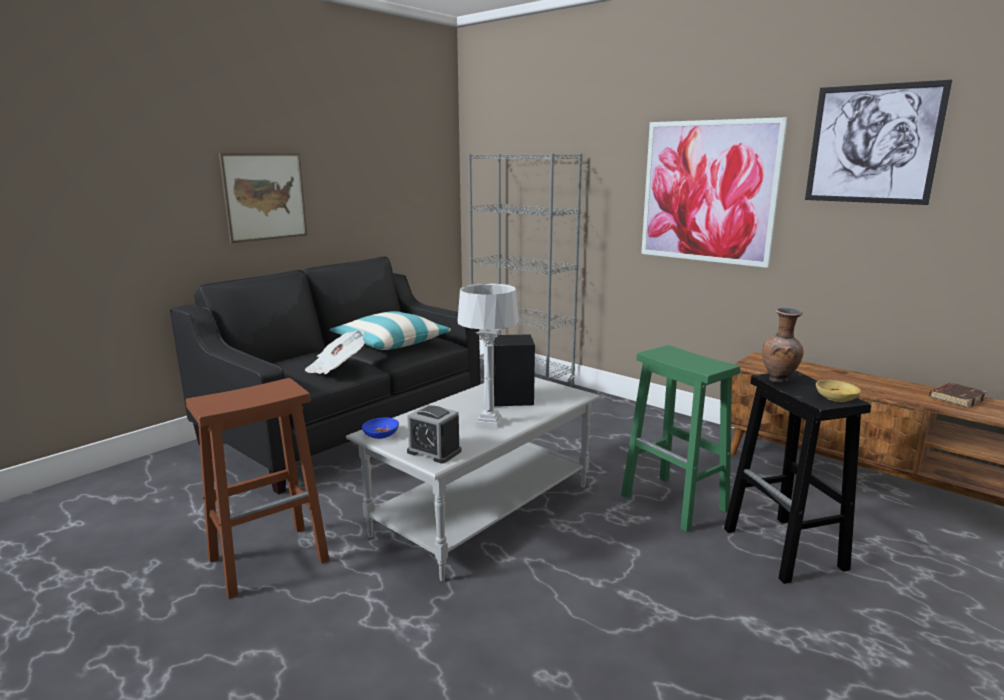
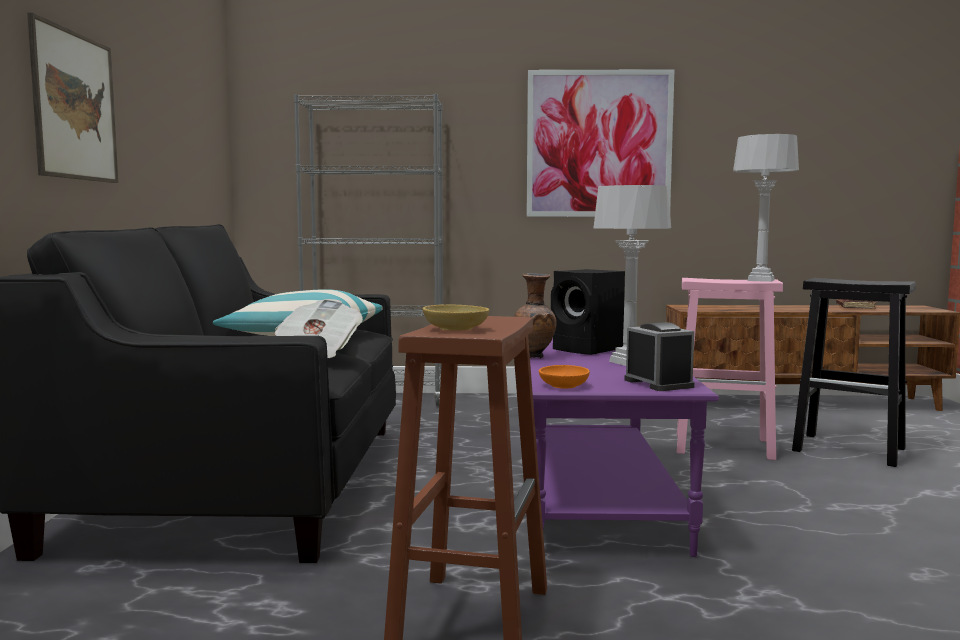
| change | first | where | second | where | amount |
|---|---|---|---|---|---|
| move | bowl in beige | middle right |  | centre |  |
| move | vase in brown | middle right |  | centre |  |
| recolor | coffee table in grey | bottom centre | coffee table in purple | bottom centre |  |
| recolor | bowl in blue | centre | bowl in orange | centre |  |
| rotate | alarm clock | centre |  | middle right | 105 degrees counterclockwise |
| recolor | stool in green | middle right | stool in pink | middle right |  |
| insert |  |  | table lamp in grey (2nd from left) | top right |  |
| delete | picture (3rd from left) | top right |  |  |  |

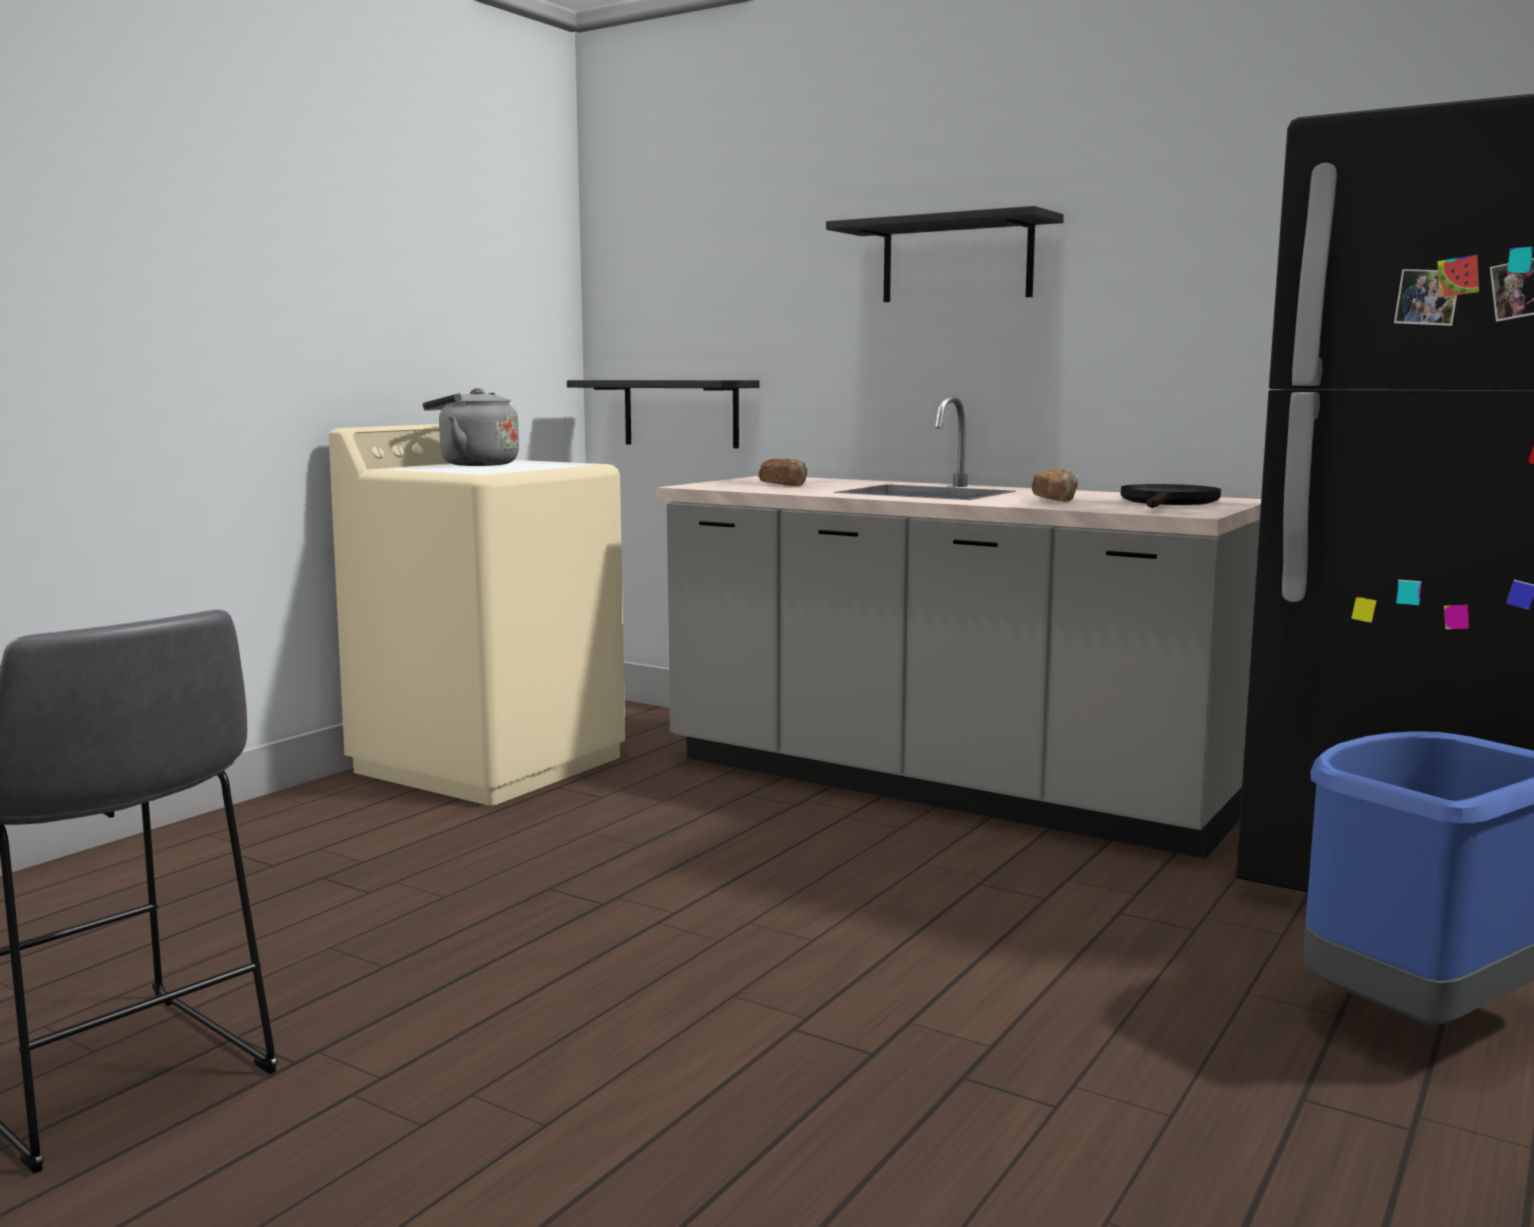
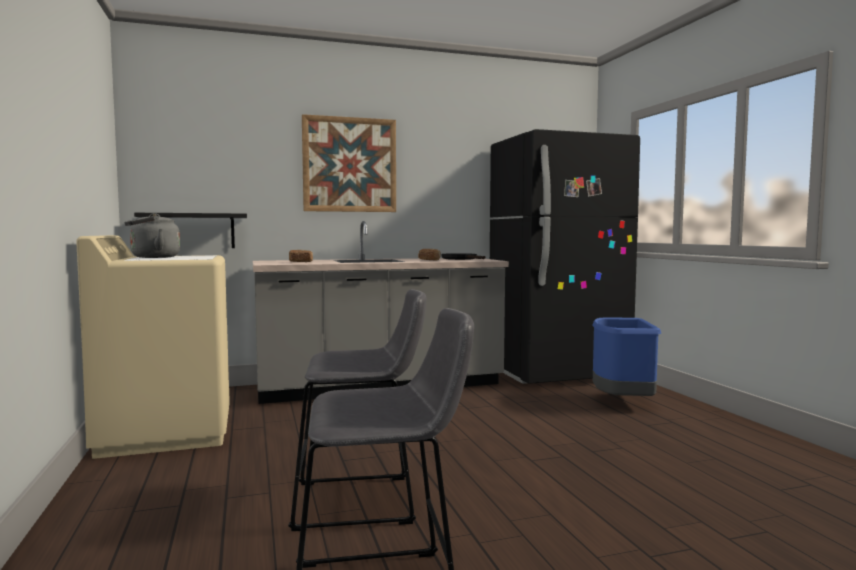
| change | first | where | second | where | amount |
|---|---|---|---|---|---|
| insert |  |  | stool in grey (1st from left) | bottom centre |  |
| replace | shelf in black (2nd from left) | top centre | picture | top centre |  |

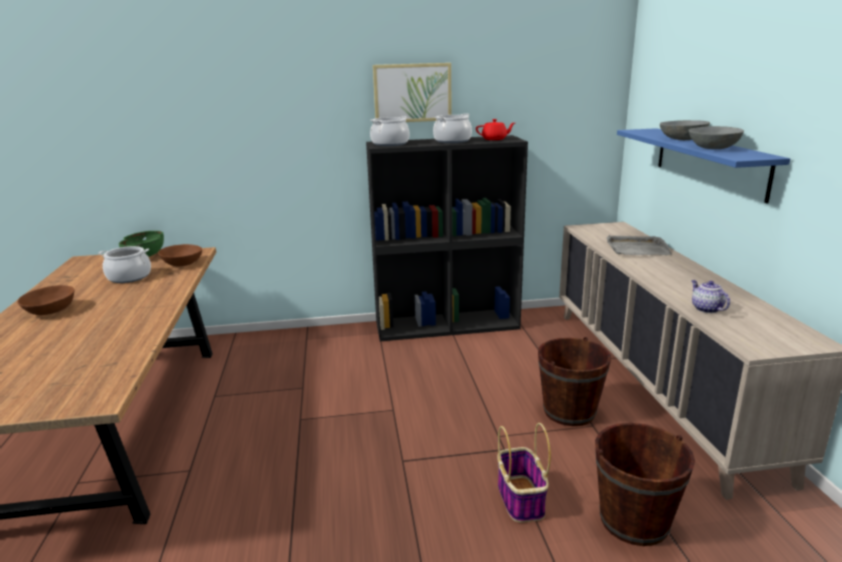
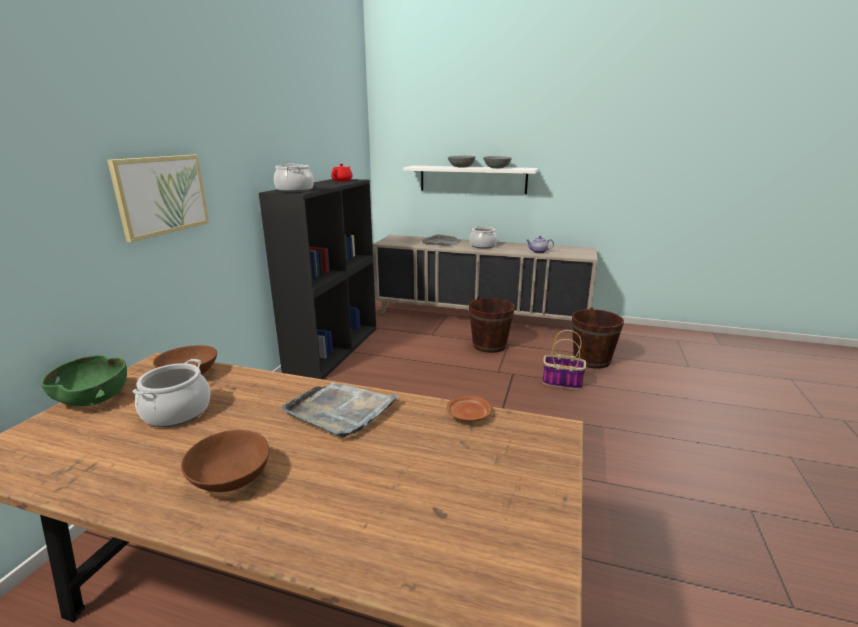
| change | first | where | second | where | amount |
|---|---|---|---|---|---|
| move | picture | top centre |  | top left |  |
| insert |  |  | tray in grey (1st from left) | centre |  |
| recolor | shelf in blue | top right | shelf in white | top centre |  |
| insert |  |  | plate in brown | centre |  |
| move | cooking pot (3rd from left) | top centre |  | centre |  |

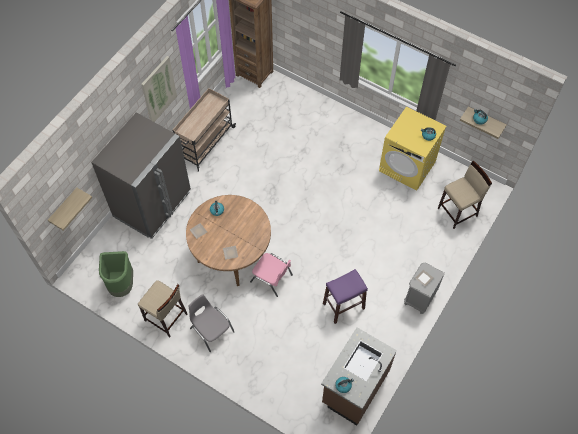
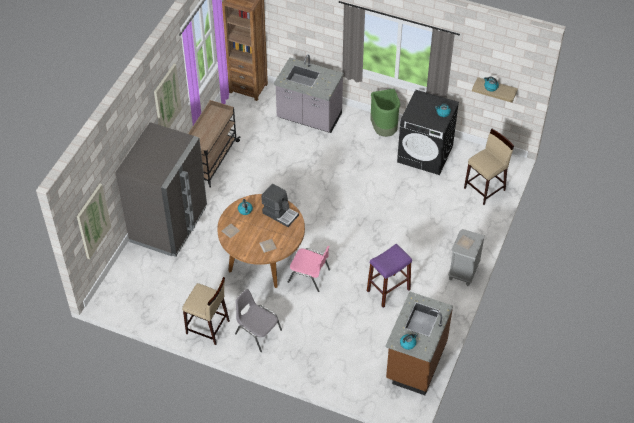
| change | first | where | second | where | amount |
|---|---|---|---|---|---|
| replace | shelf (1st from left) | middle left | picture (1st from left) | middle left |  |
| insert |  |  | coffee machine | centre |  |
| insert |  |  | counter in grey | top centre |  |
| move | trash can in green | middle left |  | top centre |  |
| recolor | washing machine in yellow | middle right | washing machine in black | top right |  |

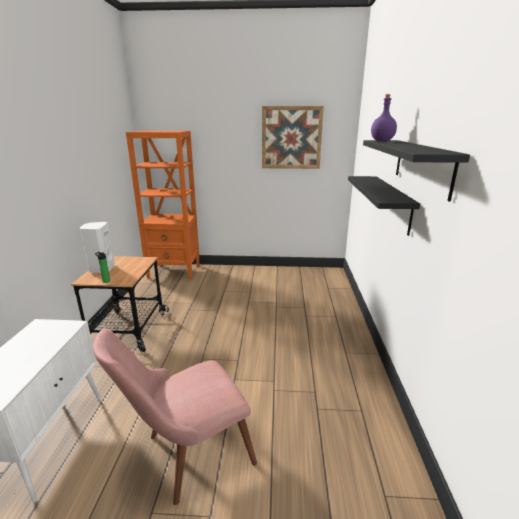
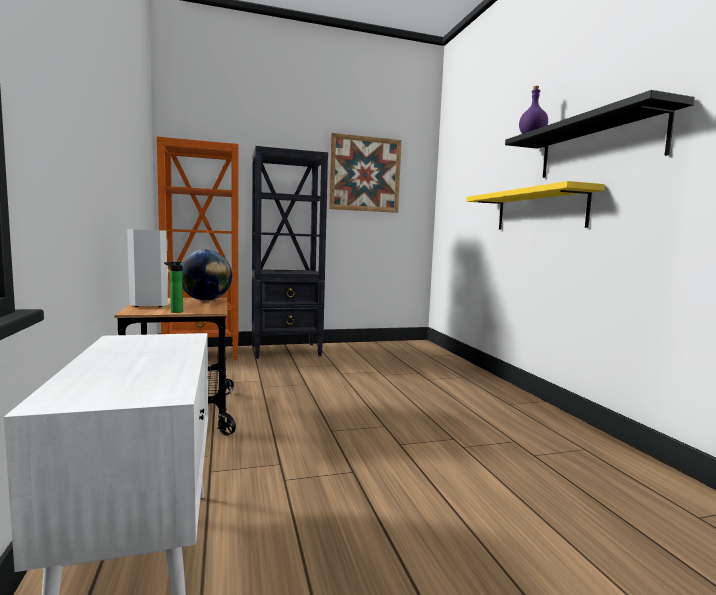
| change | first | where | second | where | amount |
|---|---|---|---|---|---|
| insert |  |  | globe | middle left |  |
| insert |  |  | bookcase in black | centre |  |
| recolor | shelf in black (1st from left) | middle right | shelf in yellow | middle right |  |
| delete | chair in pink | bottom centre |  |  |  |

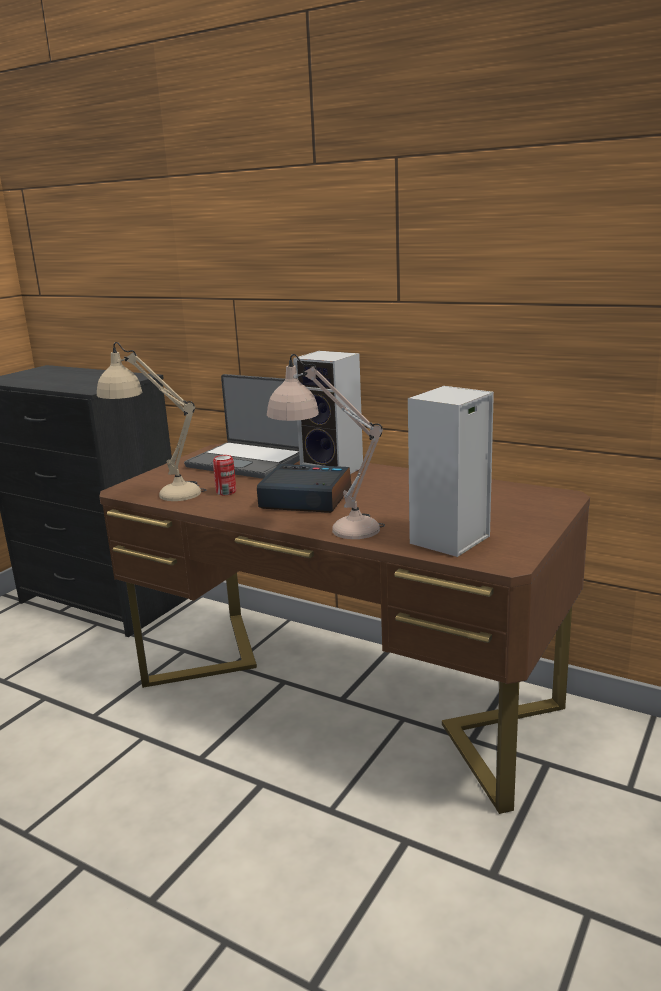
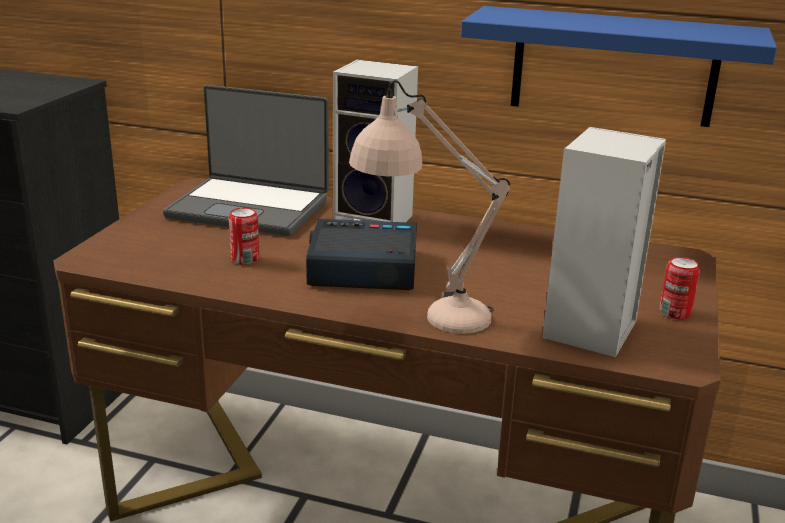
| change | first | where | second | where | amount |
|---|---|---|---|---|---|
| insert |  |  | shelf in blue | top right |  |
| insert |  |  | can (2nd from left) | middle right |  |
| delete | table lamp in beige (1st from left) | middle left |  |  |  |

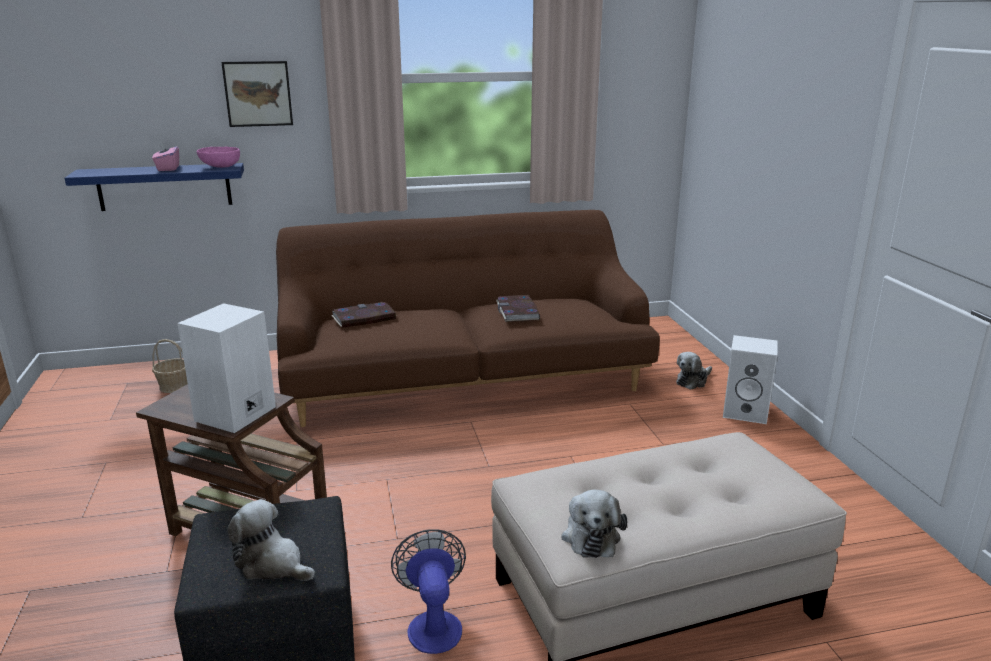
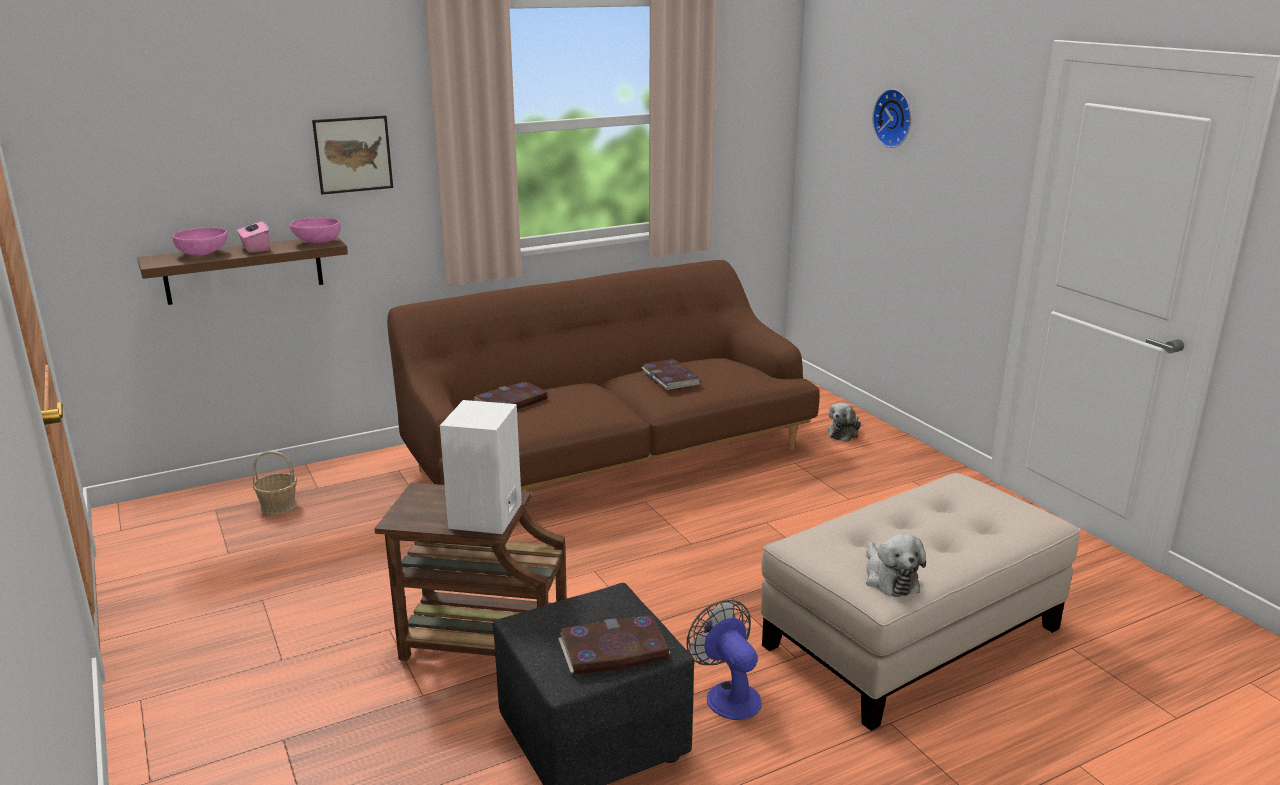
| change | first | where | second | where | amount |
|---|---|---|---|---|---|
| recolor | shelf in blue | top left | shelf in brown | middle left |  |
| insert |  |  | bowl in pink (1st from left) | top left |  |
| replace | plush toy (1st from left) | bottom left | book (2nd from left) | bottom centre |  |
| insert |  |  | wall clock | top right |  |
| delete | speaker in white (2nd from left) | middle right |  |  |  |

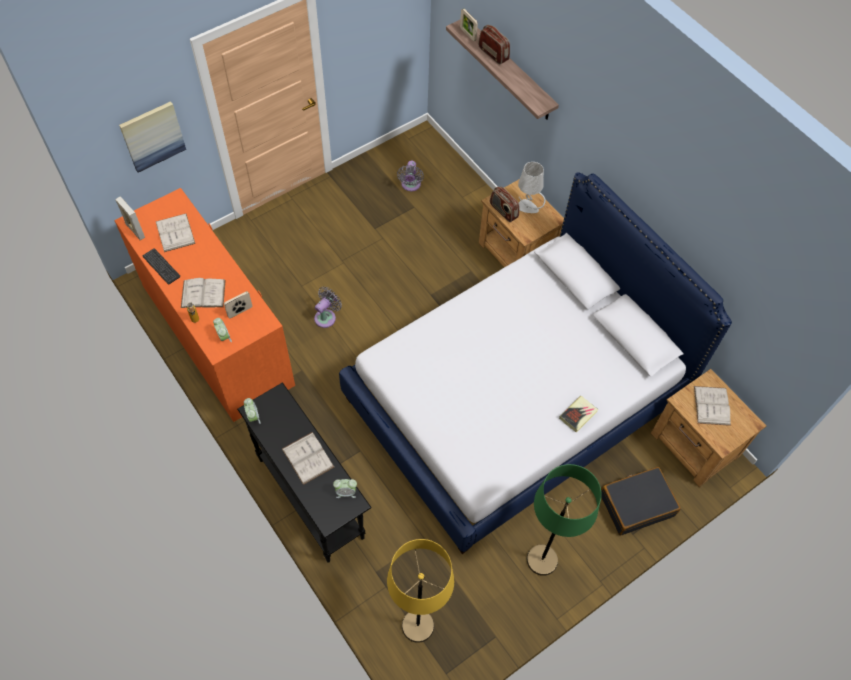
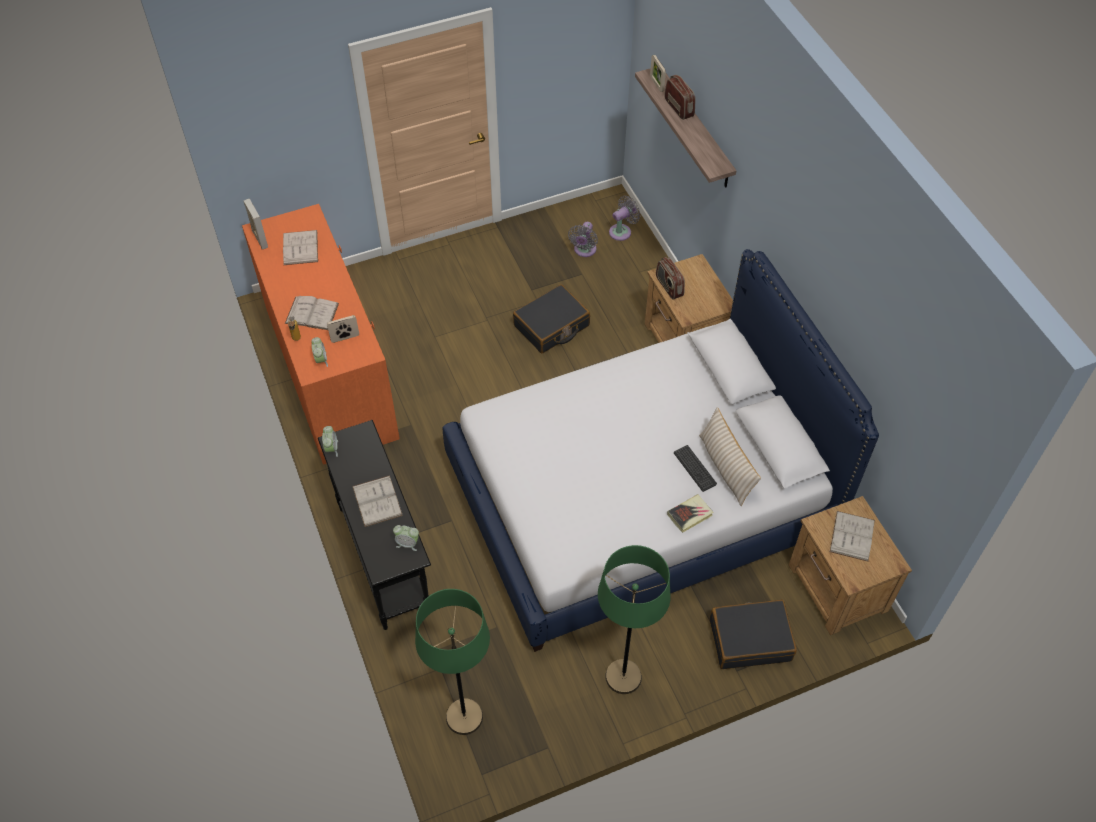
| change | first | where | second | where | amount |
|---|---|---|---|---|---|
| recolor | floor lamp in yellow | bottom centre | floor lamp in green (1st from left) | bottom centre |  |
| insert |  |  | suitcase in black (1st from left) | centre |  |
| move | fan in grey (1st from left in the first image) | centre | fan in grey (2nd from left) | top centre |  |
| move | keyboard | middle left |  | centre |  |
| insert |  |  | pillow in beige | centre |  |
| delete | picture | top left |  |  |  |
| delete | table lamp in grey | top centre |  |  |  |

